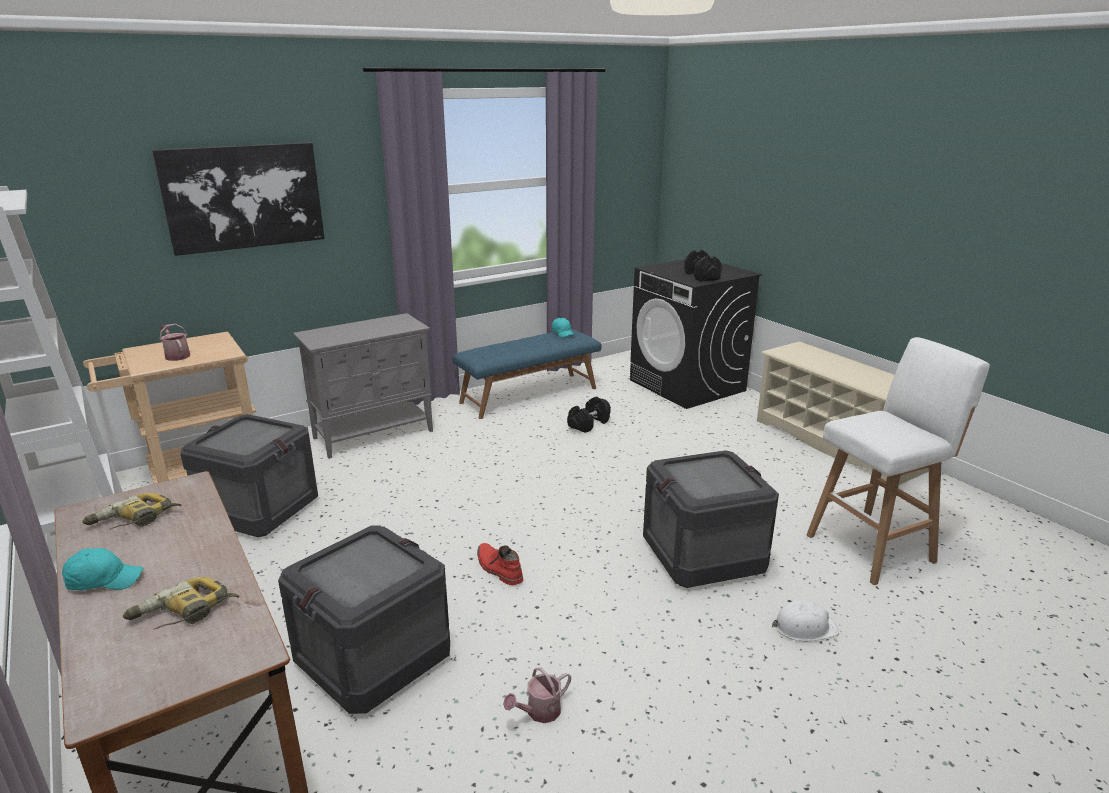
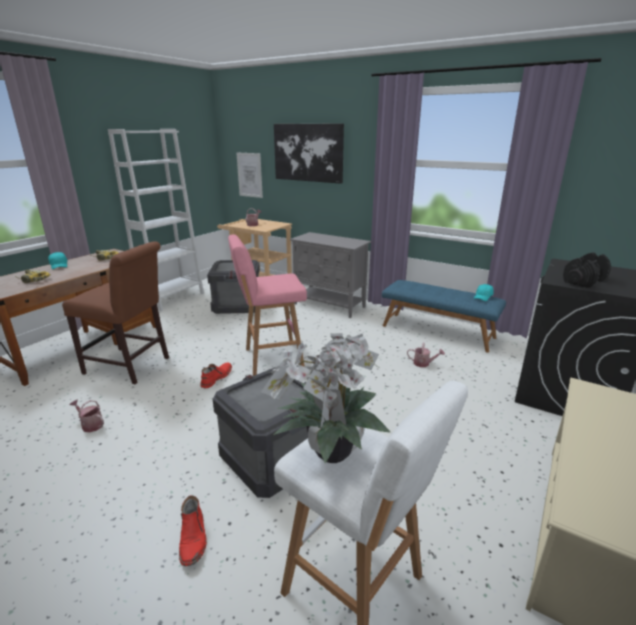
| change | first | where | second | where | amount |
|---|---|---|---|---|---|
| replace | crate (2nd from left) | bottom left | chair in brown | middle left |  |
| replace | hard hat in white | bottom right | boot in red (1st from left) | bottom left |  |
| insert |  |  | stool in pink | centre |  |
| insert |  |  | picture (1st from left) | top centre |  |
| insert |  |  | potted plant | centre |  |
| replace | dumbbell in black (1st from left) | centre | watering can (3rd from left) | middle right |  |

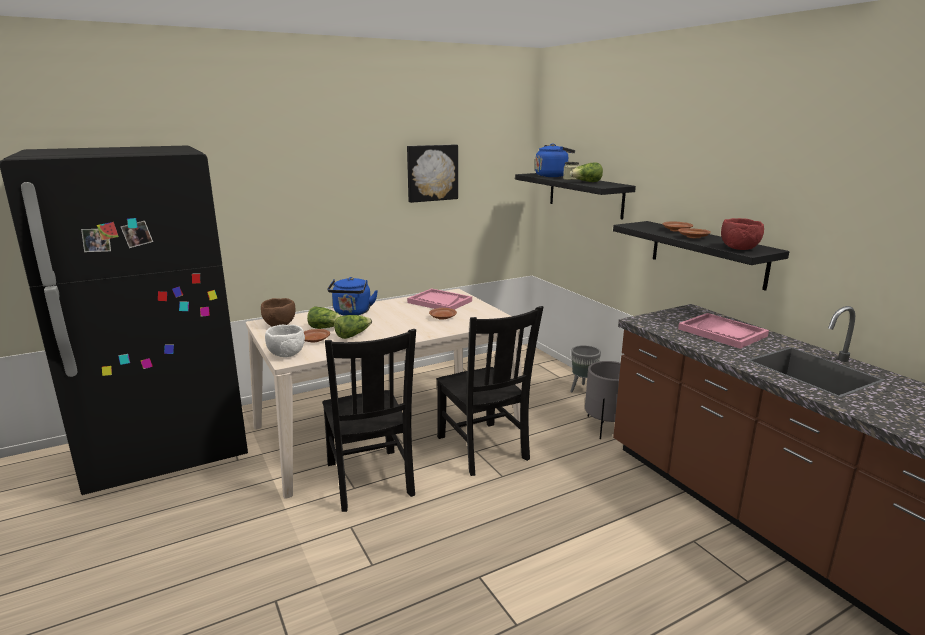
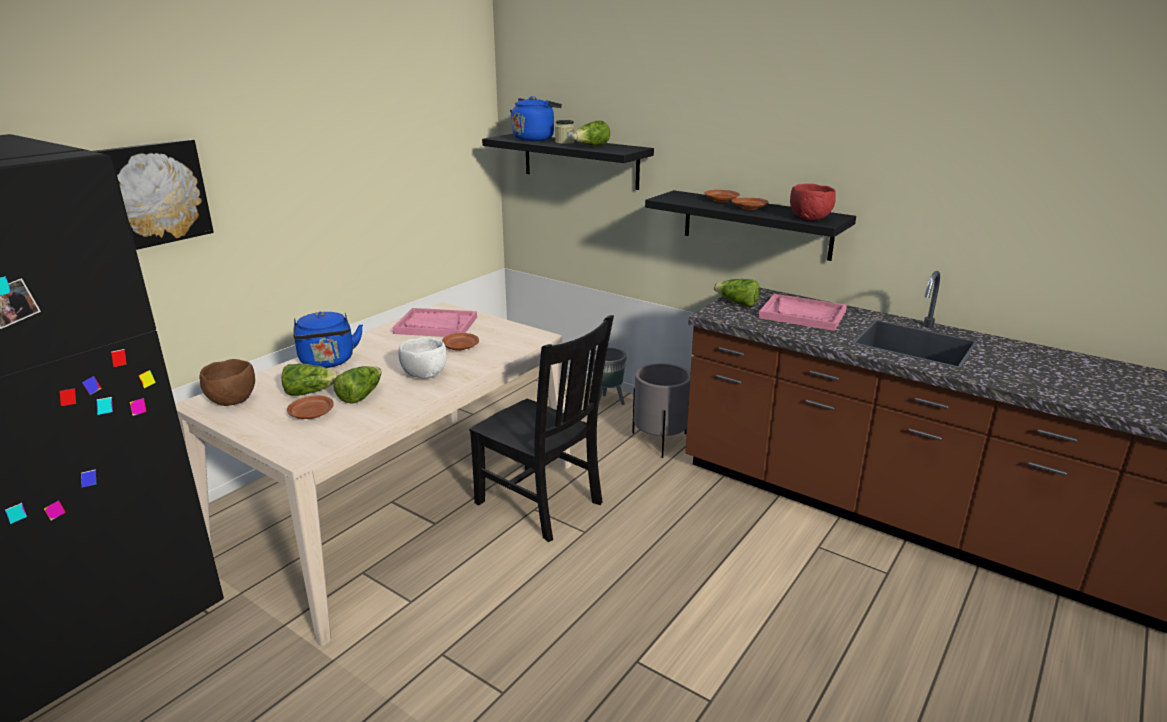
| change | first | where | second | where | amount |
|---|---|---|---|---|---|
| move | picture | top centre |  | top left |  |
| move | bowl in white | middle left |  | centre |  |
| insert |  |  | lettuce (4th from left) | centre |  |
| delete | chair in black (1st from left) | centre |  |  |  |

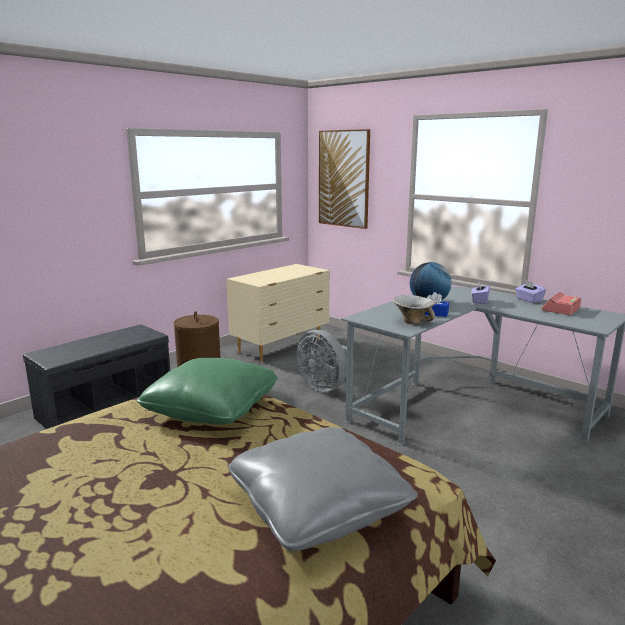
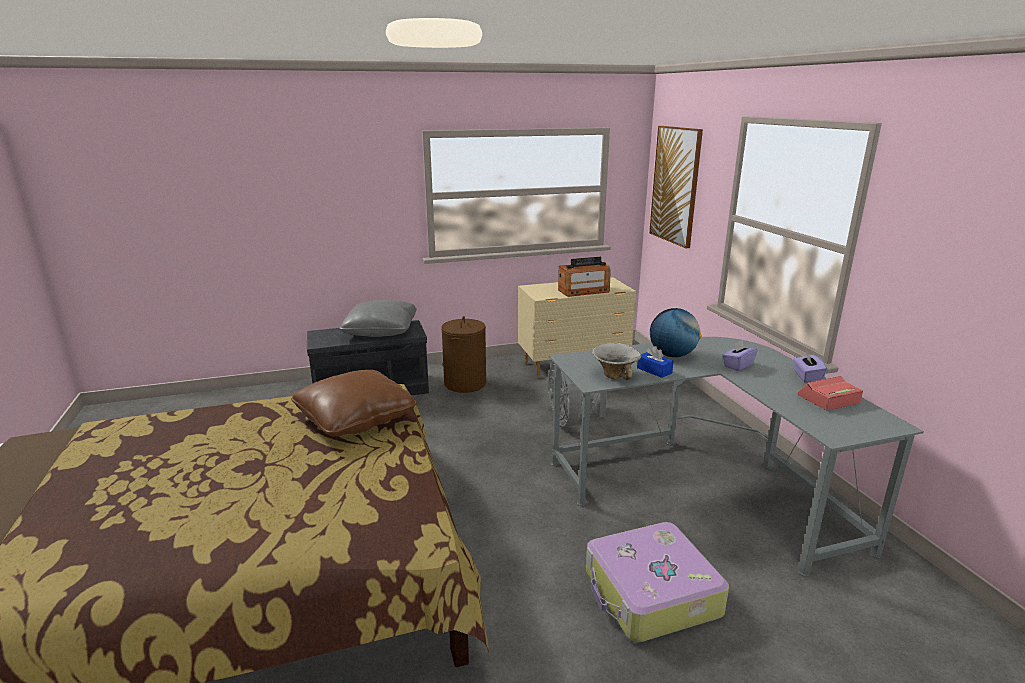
| change | first | where | second | where | amount |
|---|---|---|---|---|---|
| recolor | pillow in green | middle left | pillow in brown | centre |  |
| move | pillow in grey | bottom centre |  | centre |  |
| insert |  |  | radio | centre |  |
| insert |  |  | suitcase | bottom centre |  |

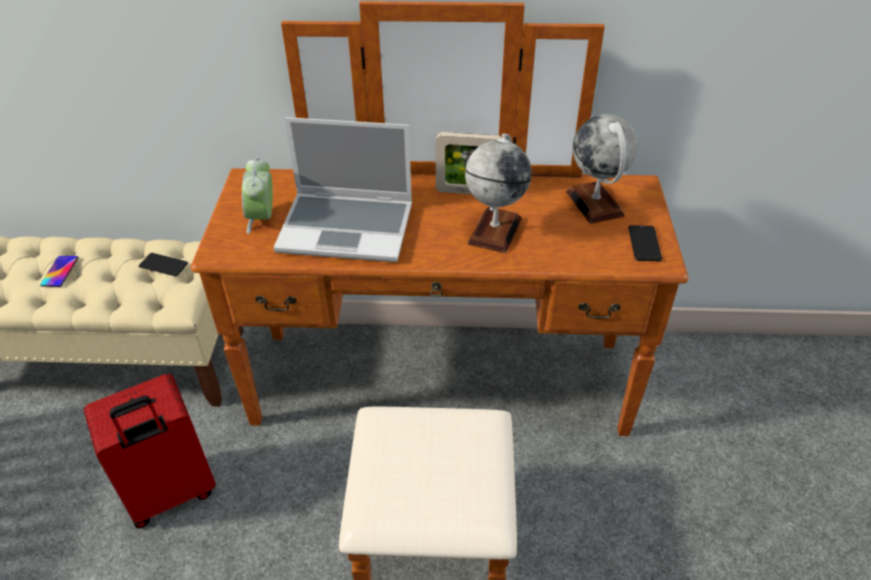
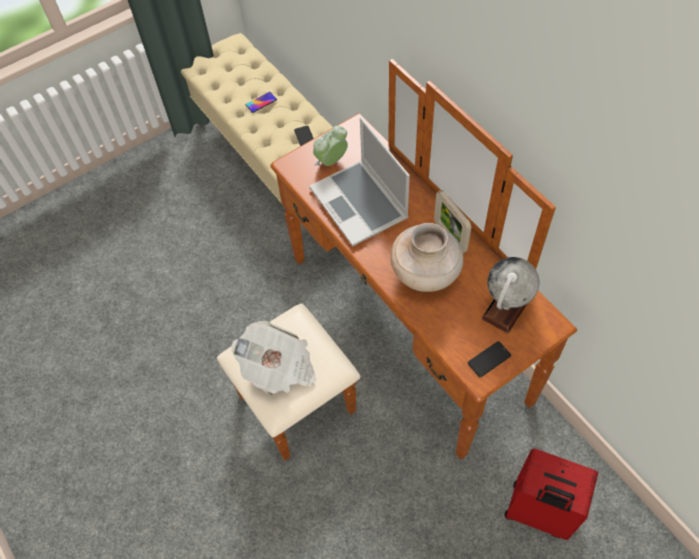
| change | first | where | second | where | amount |
|---|---|---|---|---|---|
| insert |  |  | newspaper | centre |  |
| replace | globe (1st from left) | top centre | vase in beige | centre |  |
| move | suitcase in red | bottom left |  | bottom right |  |

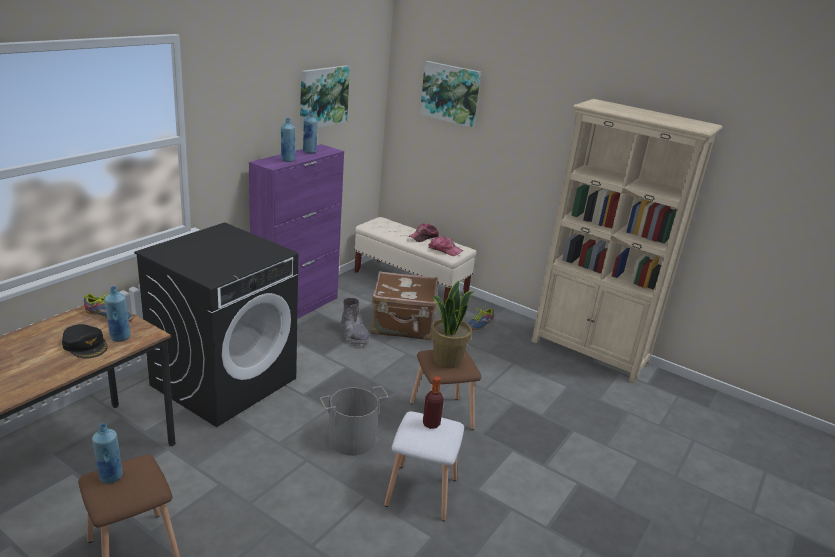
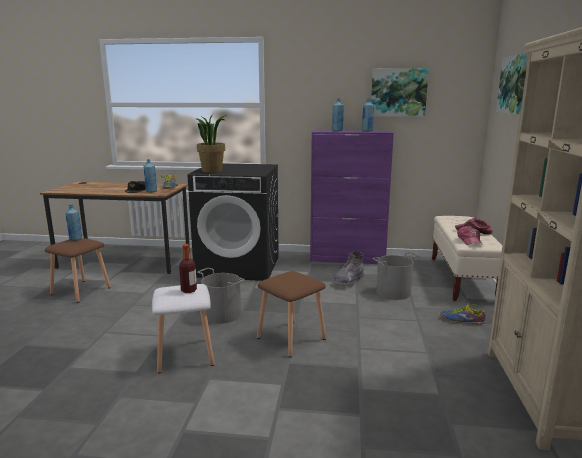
| change | first | where | second | where | amount |
|---|---|---|---|---|---|
| move | potted plant | centre |  | top centre |  |
| replace | suitcase in brown | centre | bucket in grey (2nd from left) | middle right |  |

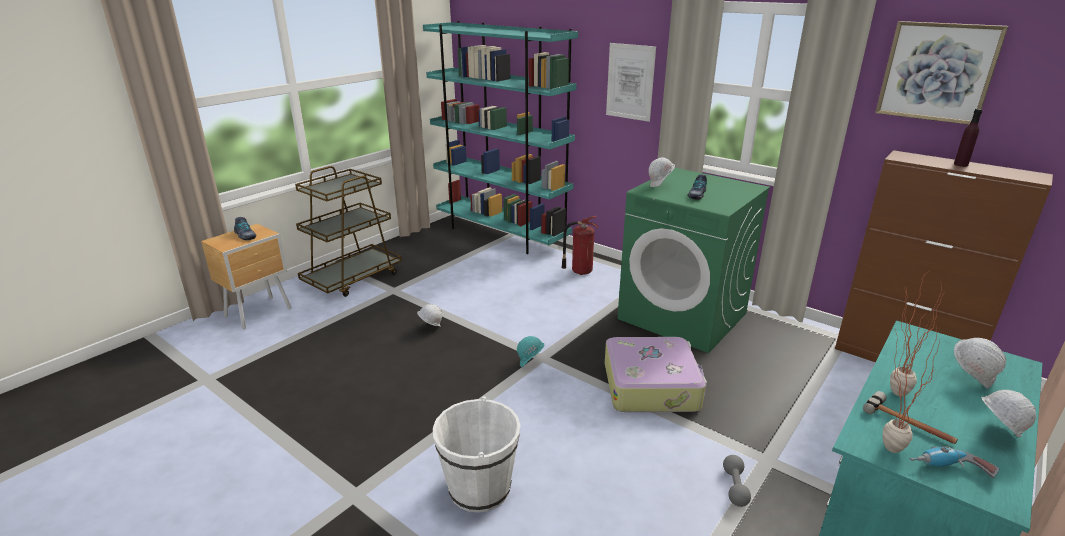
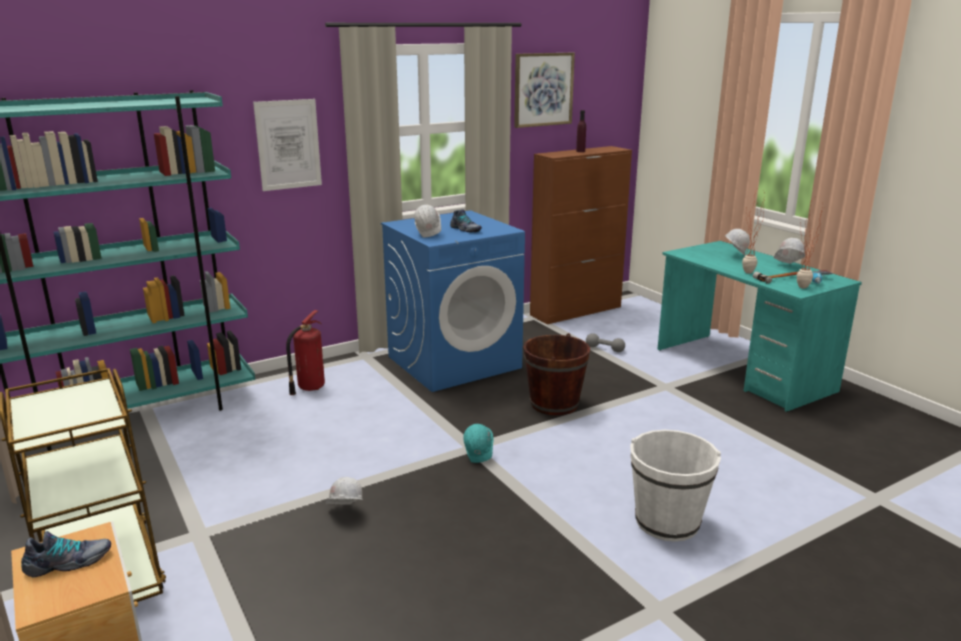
| change | first | where | second | where | amount |
|---|---|---|---|---|---|
| recolor | washing machine in green | centre | washing machine in blue | centre |  |
| replace | suitcase | bottom centre | bucket in brown | centre |  |
| move | dumbbell in grey | bottom right |  | centre |  |

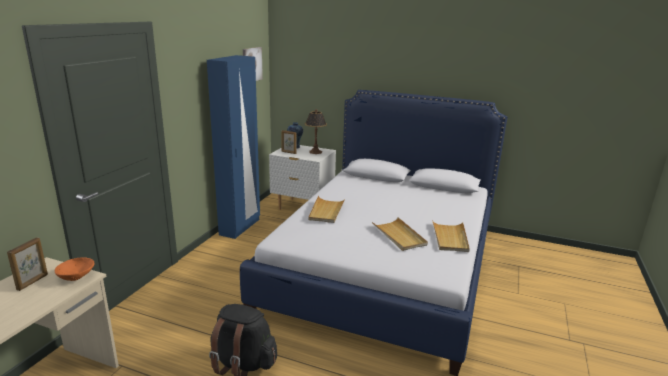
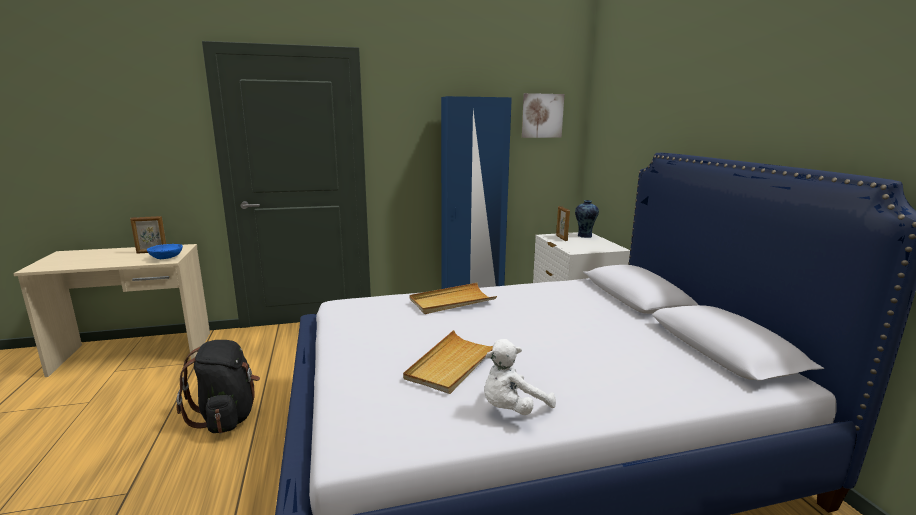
| change | first | where | second | where | amount |
|---|---|---|---|---|---|
| recolor | bowl in orange | bottom left | bowl in blue | middle left |  |
| replace | tray in beige (3rd from left) | middle right | plush toy in white | bottom centre |  |
| delete | table lamp | centre |  |  |  |

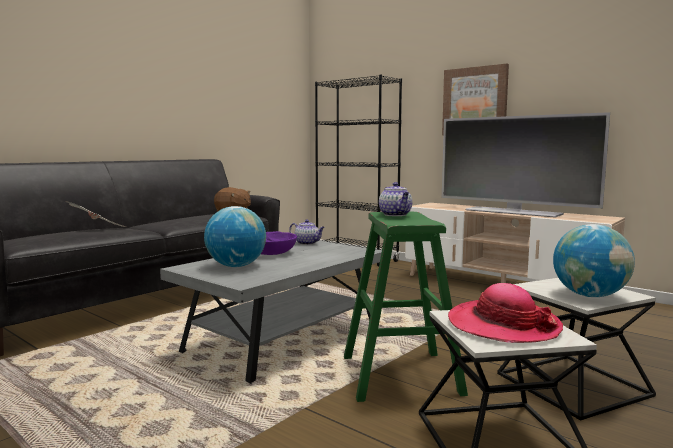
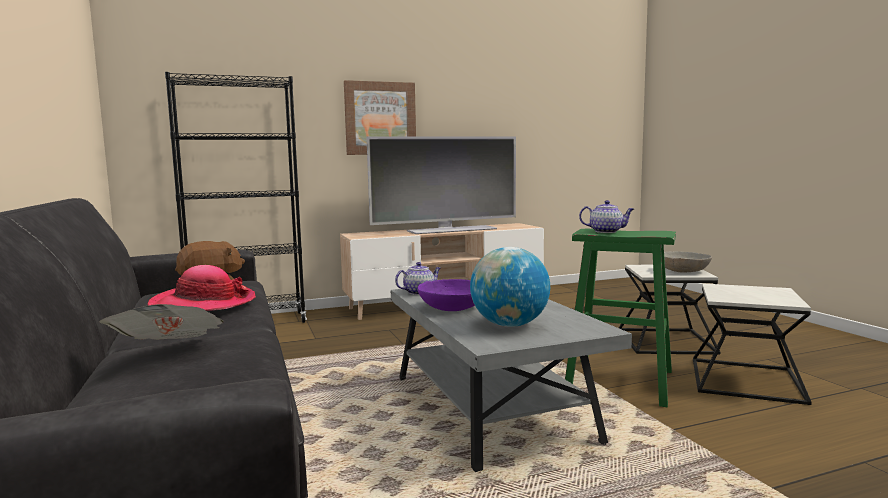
| change | first | where | second | where | amount |
|---|---|---|---|---|---|
| move | hat | bottom right |  | middle left |  |
| replace | globe (2nd from left) | middle right | bowl in grey | middle right |  |

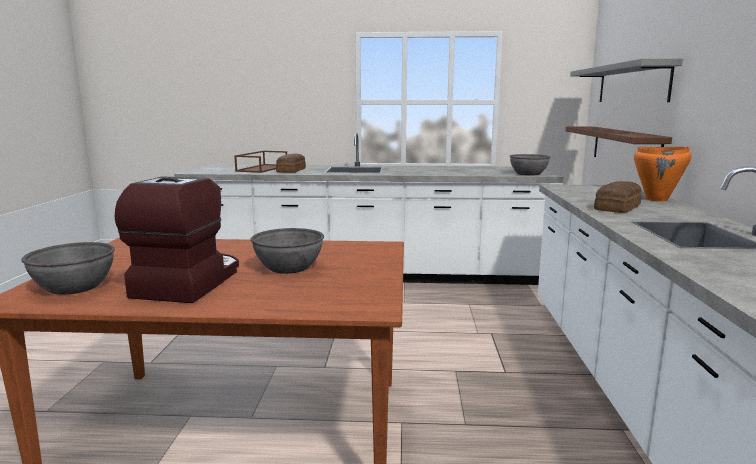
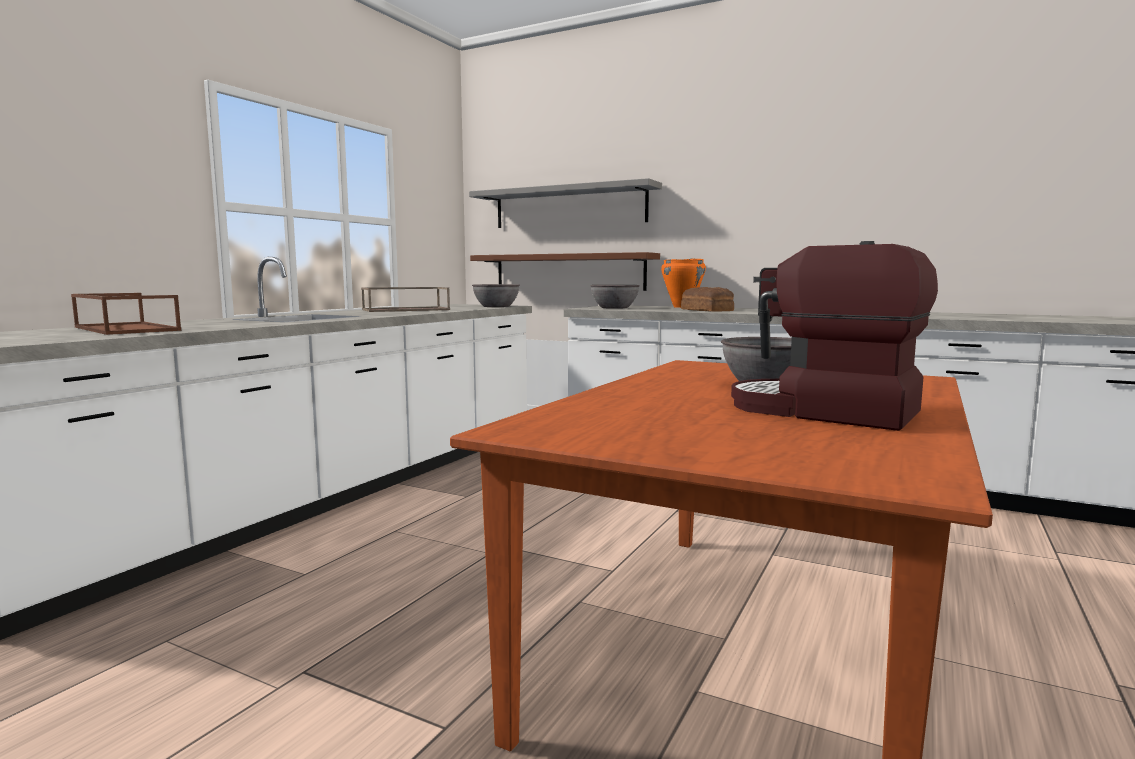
| change | first | where | second | where | amount |
|---|---|---|---|---|---|
| insert |  |  | tray in brown (2nd from left) | centre |  |
| move | bowl in grey (1st from left in the first image) | middle left | bowl in grey (2nd from left) | centre |  |
| delete | bread (1st from left) | centre |  |  |  |

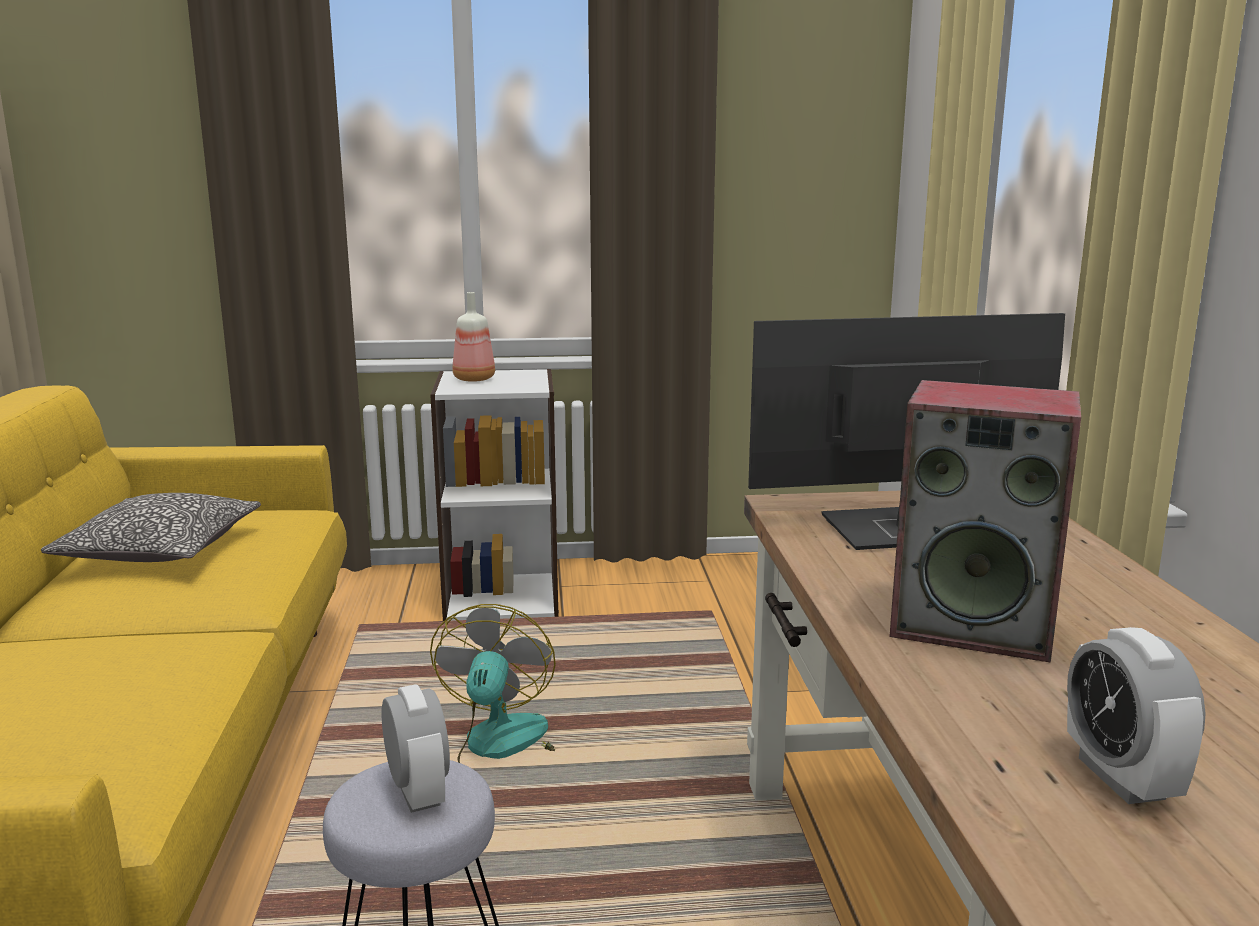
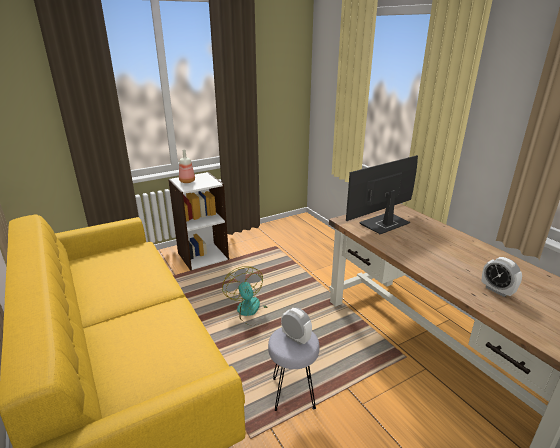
| change | first | where | second | where | amount |
|---|---|---|---|---|---|
| delete | pillow | middle left |  |  |  |
| delete | speaker | middle right |  |  |  |

